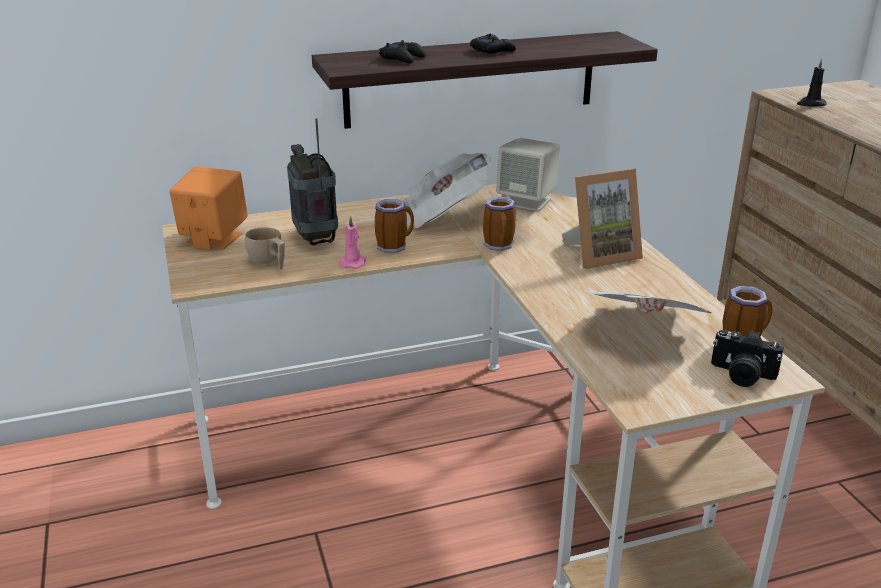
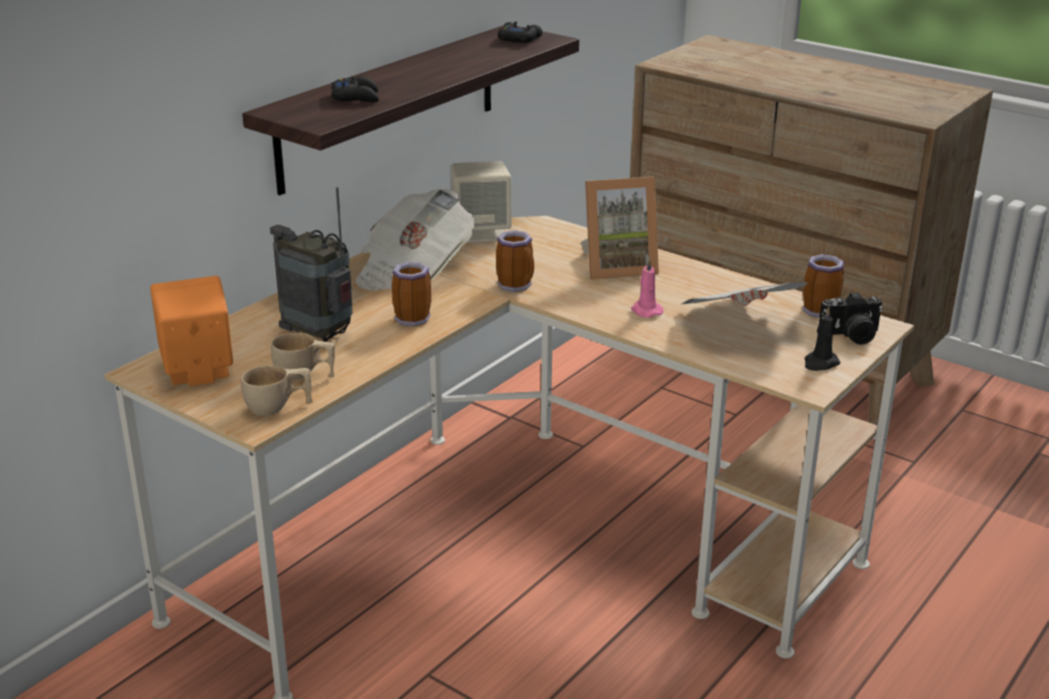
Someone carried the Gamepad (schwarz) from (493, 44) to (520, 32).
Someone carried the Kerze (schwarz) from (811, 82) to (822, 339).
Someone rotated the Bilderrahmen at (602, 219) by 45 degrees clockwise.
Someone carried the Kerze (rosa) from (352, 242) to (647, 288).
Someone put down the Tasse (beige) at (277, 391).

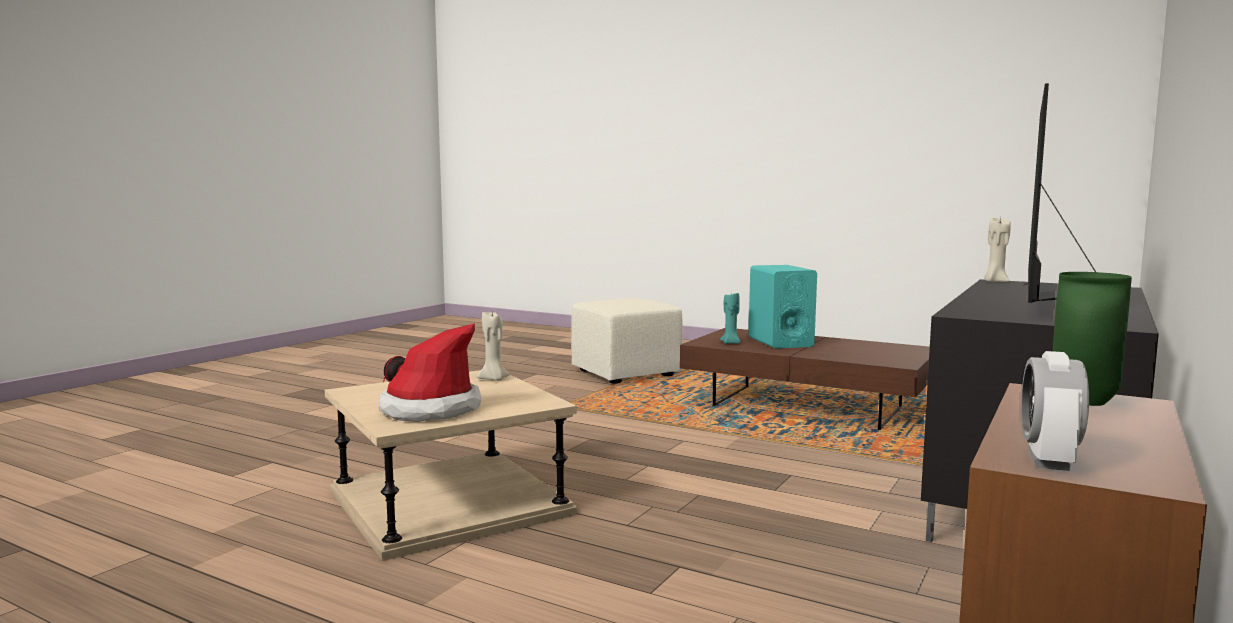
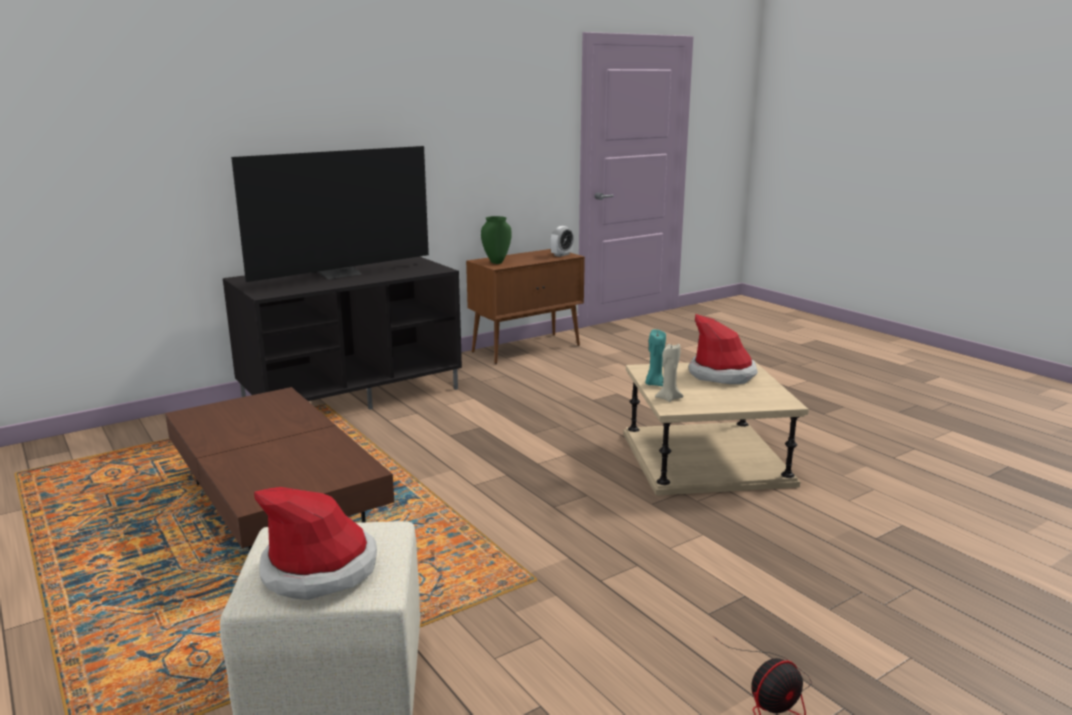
Someone took away the Kerze (beige) at (997, 249).
Someone took away the Lautsprecher (türkis) at (782, 306).
Someone carried the Kerze (türkis) from (730, 318) to (655, 357).
Someone put down the Hut at (315, 543).

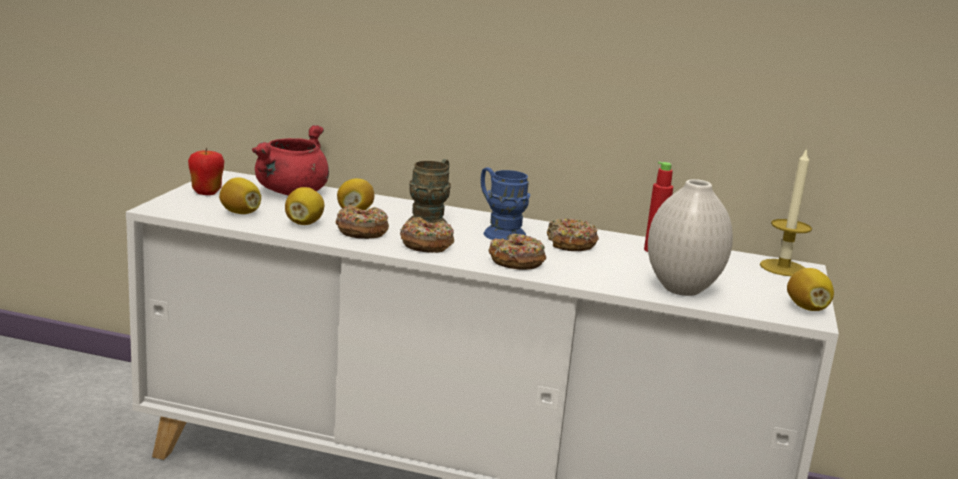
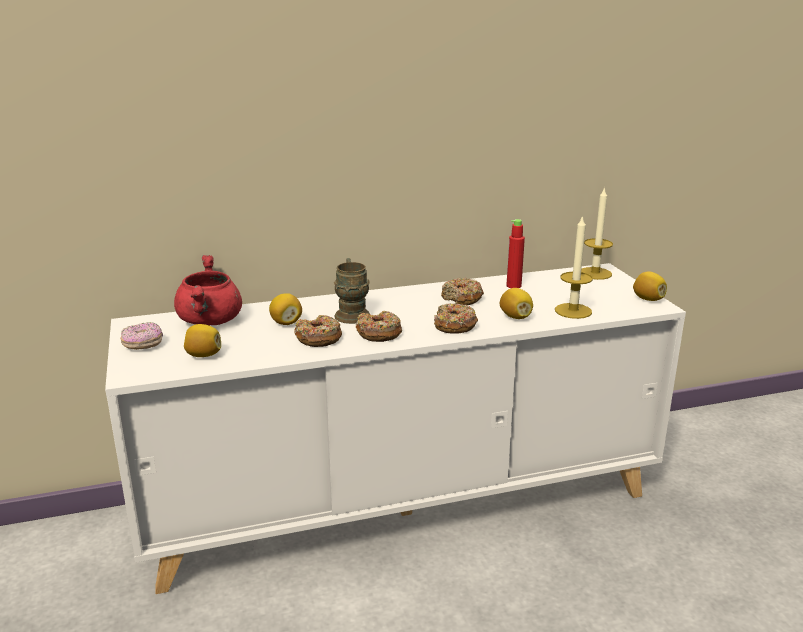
Someone swapped the Apfel at (206, 171) for the Donut at (141, 336).
Someone took away the Henkelbecher (blau) at (505, 203).
Someone swapped the Vase (weiß) at (690, 237) for the Kerze at (574, 267).
Someone carried the Zitrone from (304, 206) to (516, 303).

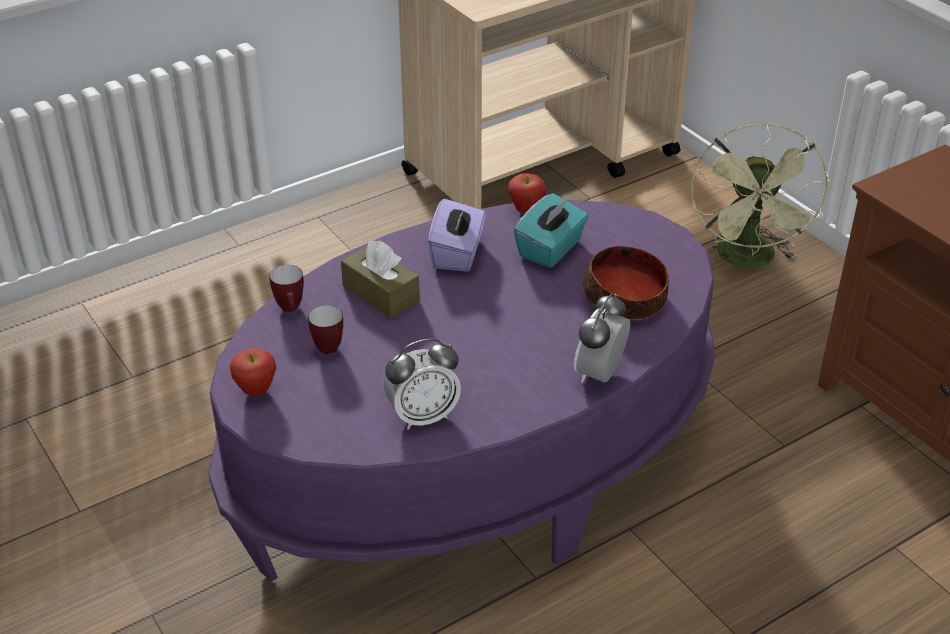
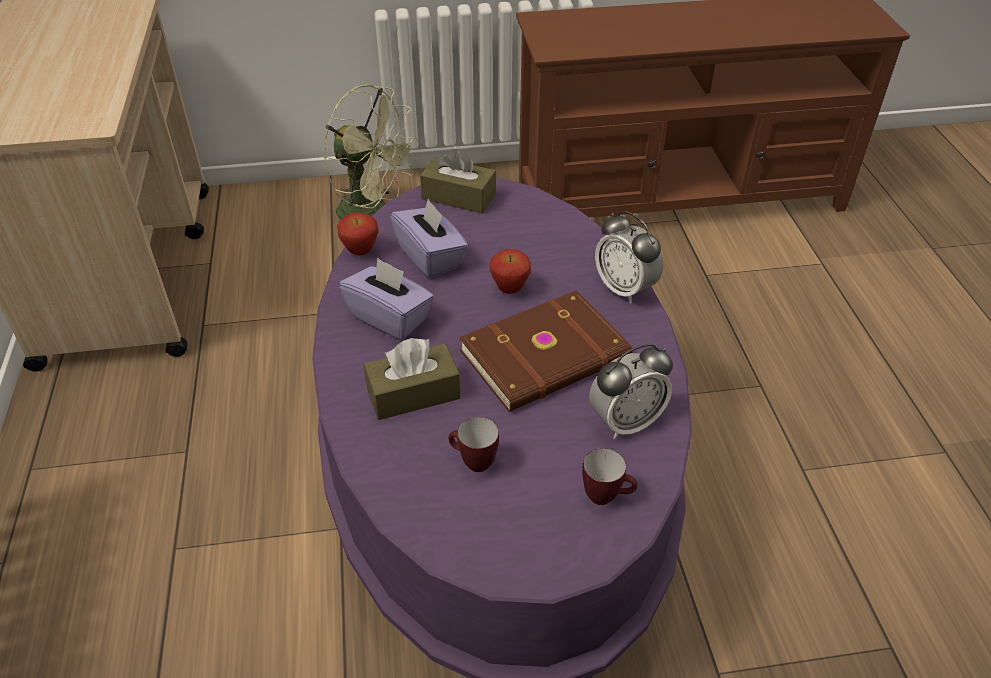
Someone repainted the Taschentuchbox (türkis) at (551, 230), which became the Taschentuchbox (lila) at (429, 238).
Someone took away the Schüssel at (626, 283).
Someone carried the Henkelbecher from (286, 288) to (609, 476).
Someone rotated the Wecker at (422, 384) by 60 degrees clockwise.
Someone carried the Apfel from (253, 372) to (510, 271).
Someone put down the Taschentuchbox (braun) at (458, 181).
Someone put down the Buch (braun) at (545, 351).

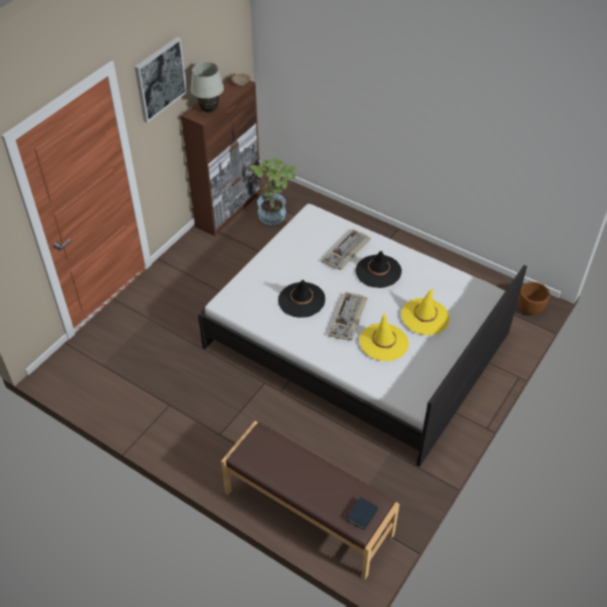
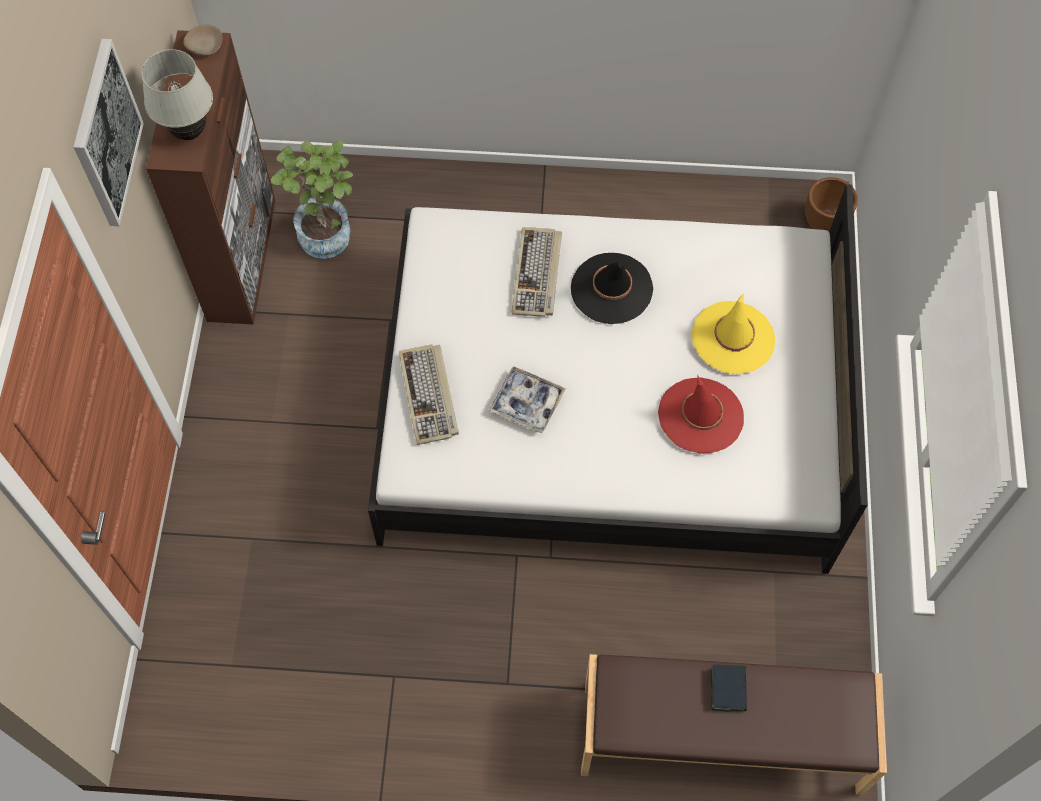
Someone swapped the Hut (schwarz) at (301, 299) for the Tablett at (527, 399).
Someone carried the Tastatur from (347, 316) to (429, 394).
Someone repainted the Hut (gelb) at (384, 336), which became the Hut (rot) at (701, 414).
Someone carried the Buch from (362, 513) to (729, 687).

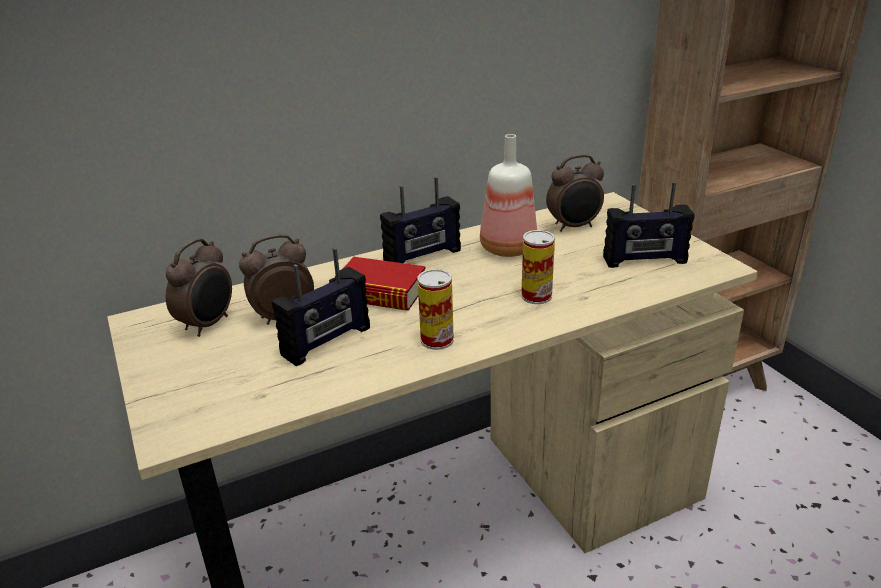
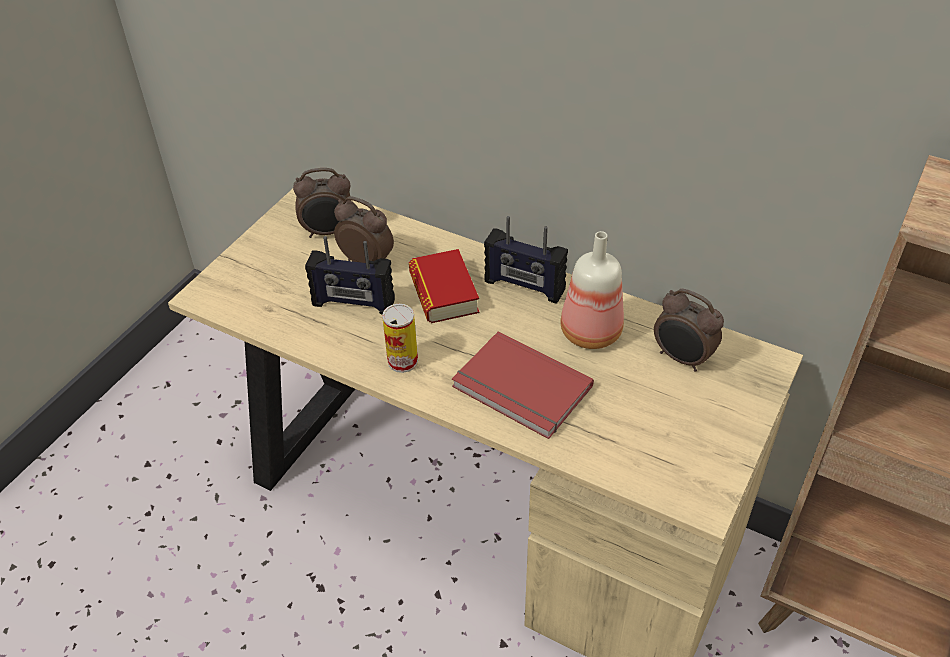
Someone took away the Radio at (648, 225).
Someone swapped the Dose at (538, 267) for the Buch (rot) at (523, 385).

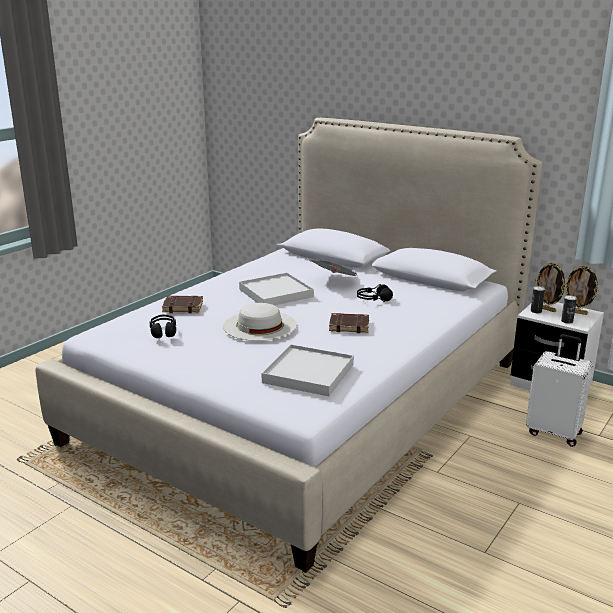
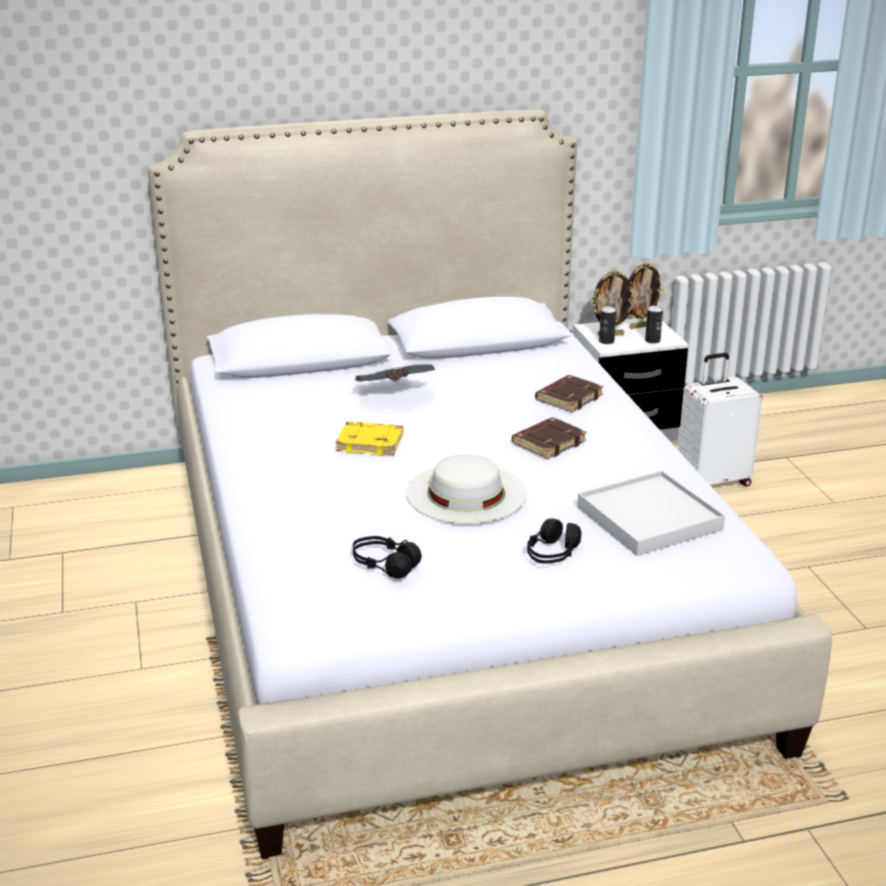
Someone swapped the Tablett (weiß) at (276, 289) for the Buch (gelb) at (370, 438).
Someone carried the Kopfhörer (schwarz) from (375, 293) to (554, 541).
Someone carried the Buch (braun) from (182, 304) to (569, 393).

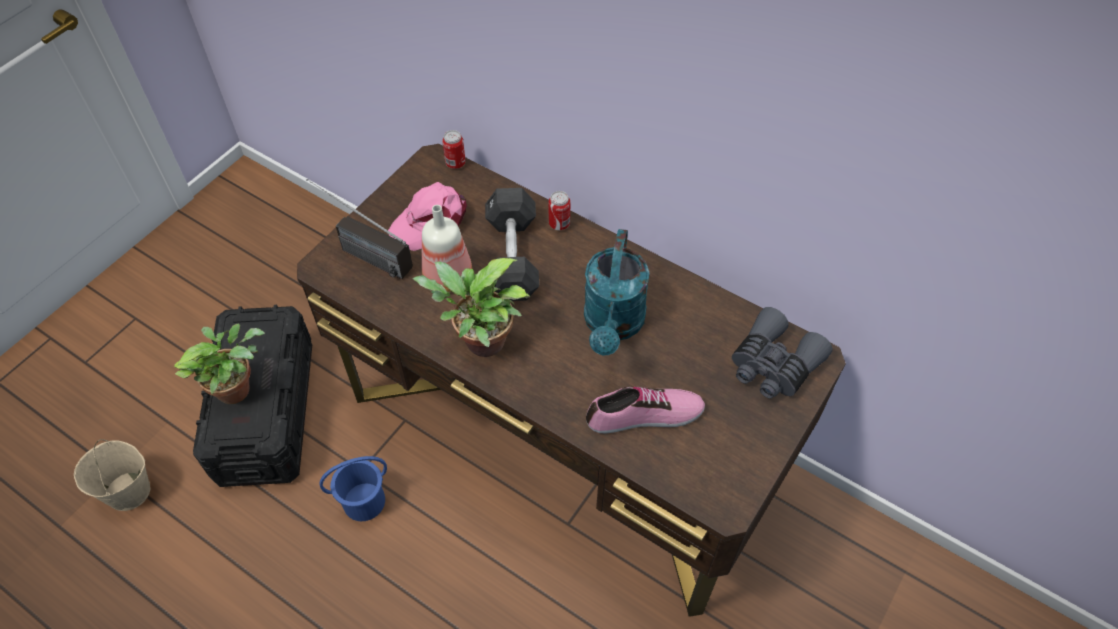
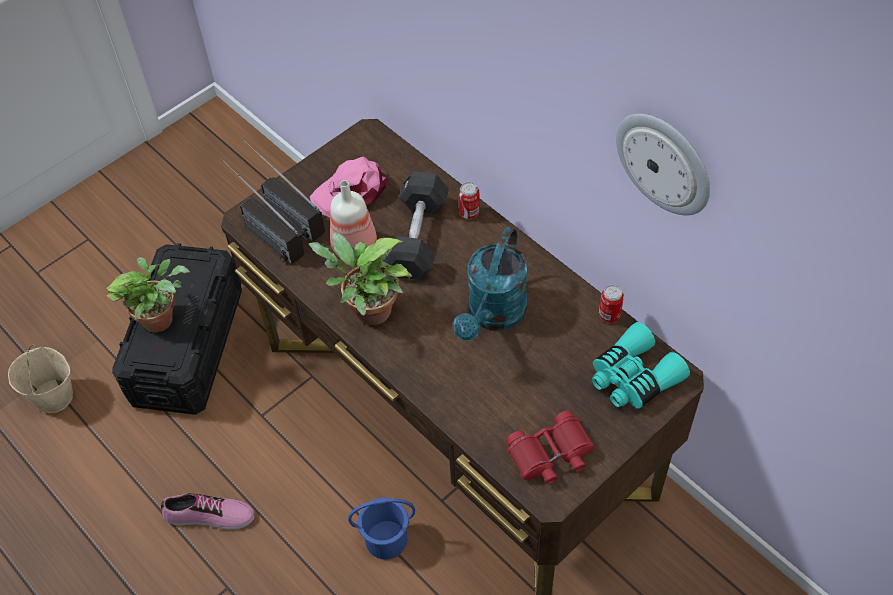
Someone carried the Dose from (454, 149) to (611, 304).
Someone repainted the Fernglas (grau) at (782, 353), which became the Fernglas (türkis) at (641, 365).
Someone carried the Schuh from (645, 409) to (207, 511).
Someone carried the Eimer (blau) from (353, 488) to (381, 529).
Someone put up the Wanduhr at (663, 164).
Someone put down the Radio at (262, 212).
Someone put down the Fernglas (rot) at (550, 447).

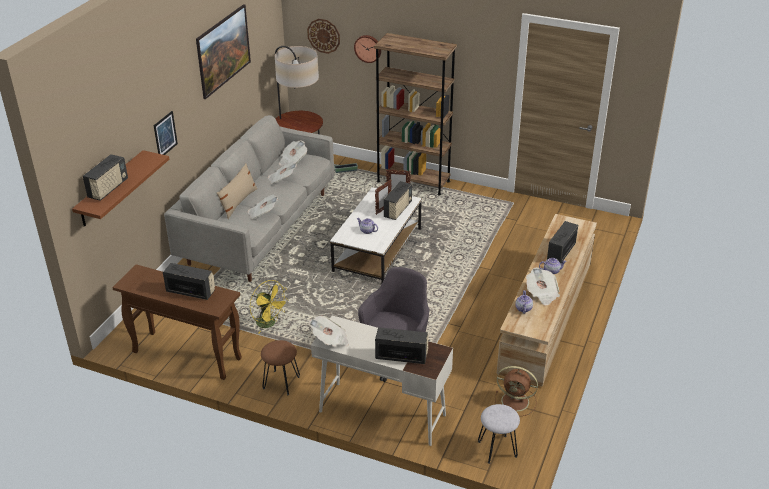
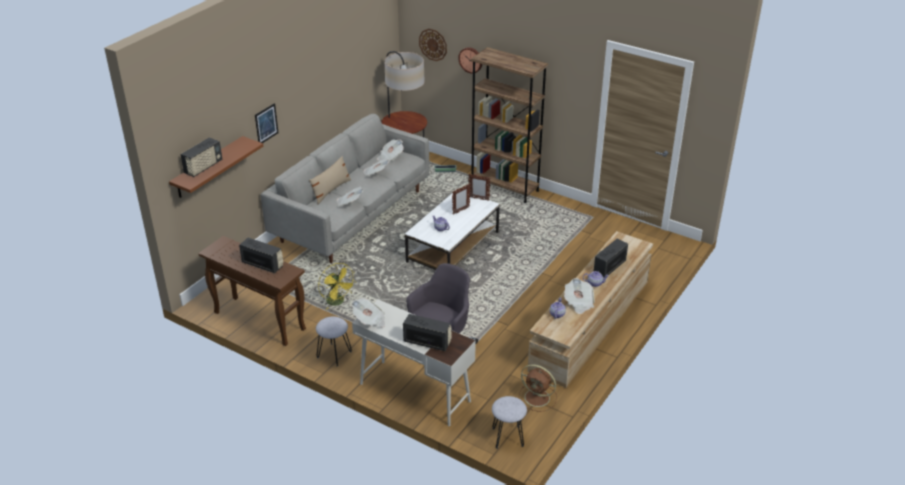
Someone took away the Bild at (223, 51).
Someone took away the Radio at (398, 200).
Someone repainted the Hocker (braun) at (280, 367), which became the Hocker (grau) at (334, 341).

